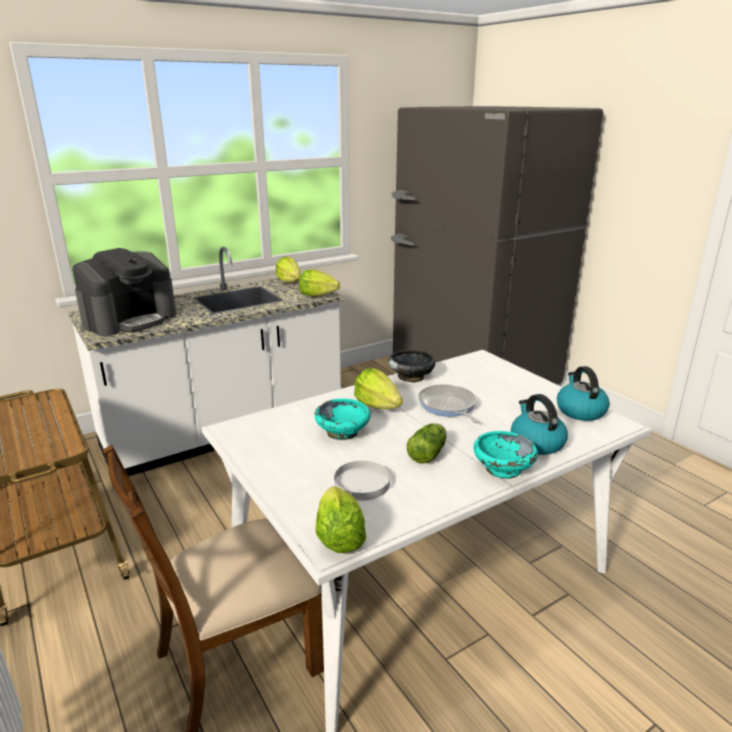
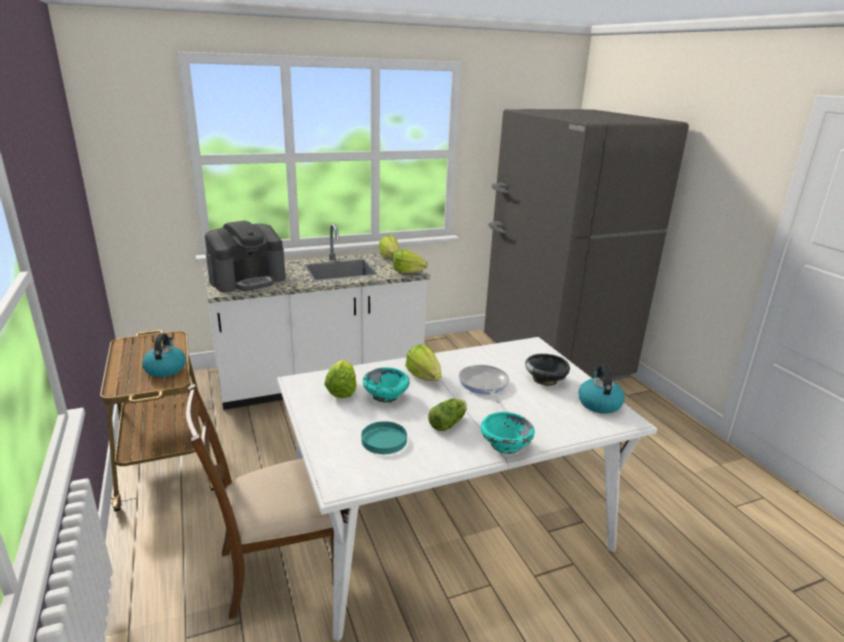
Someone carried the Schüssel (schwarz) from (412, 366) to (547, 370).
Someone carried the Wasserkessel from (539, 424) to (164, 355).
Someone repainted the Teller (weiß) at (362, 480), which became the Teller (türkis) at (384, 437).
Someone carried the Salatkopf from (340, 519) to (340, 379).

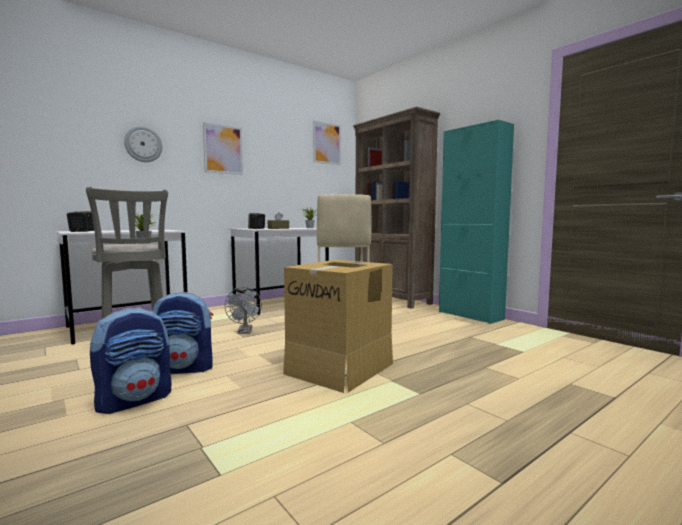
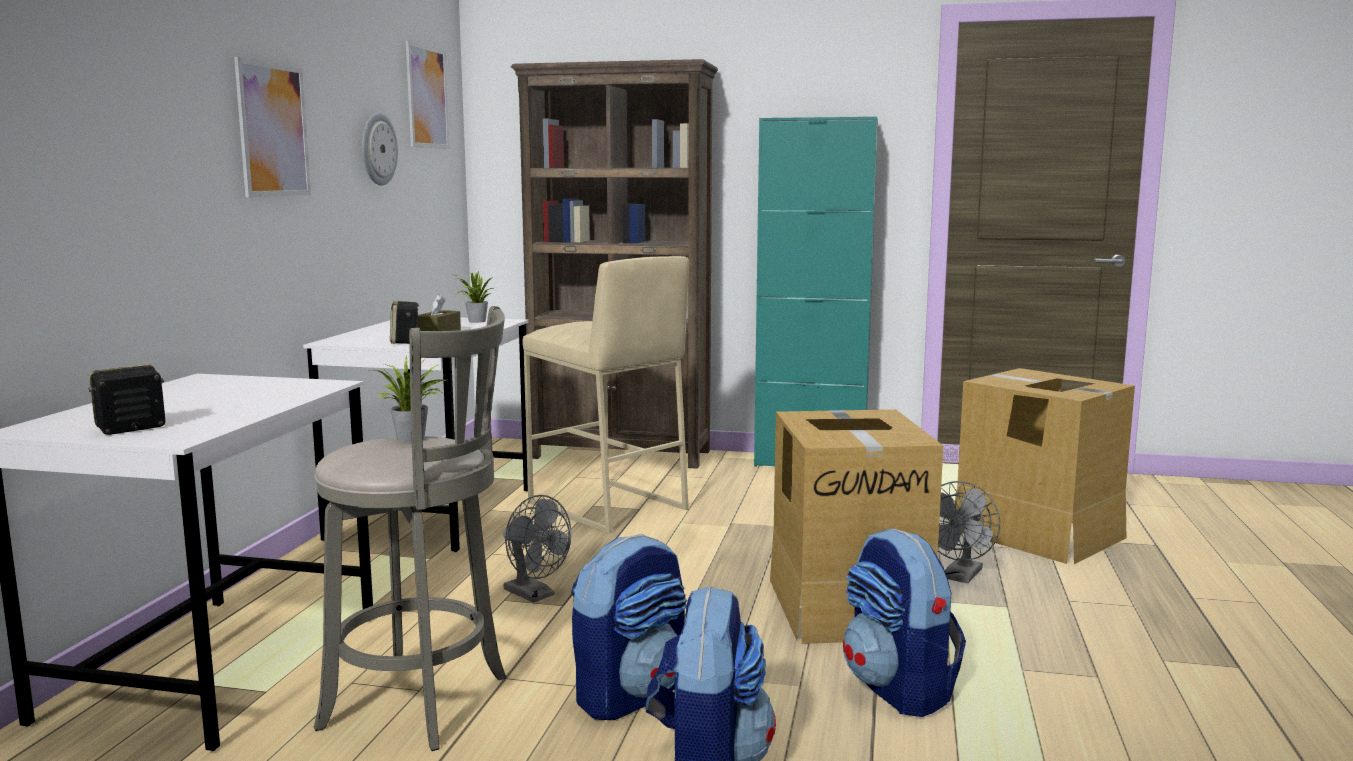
Someone carried the Wanduhr from (143, 144) to (380, 149).
Someone put down the Karton at (1045, 466).
Someone put down the Ventilator (grau) at (969, 532).
Someone put down the Rucksack at (904, 623).

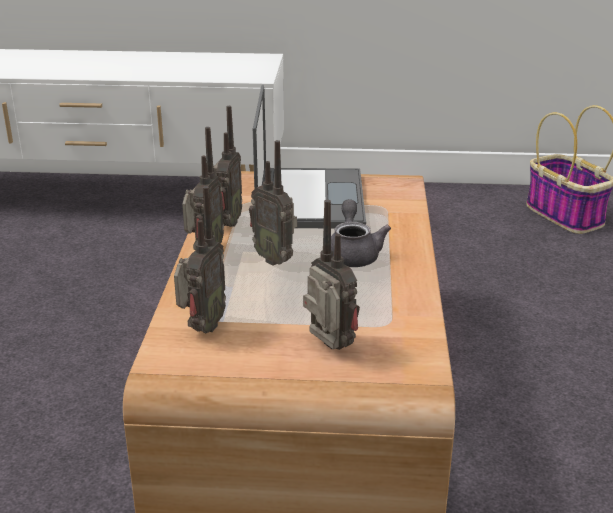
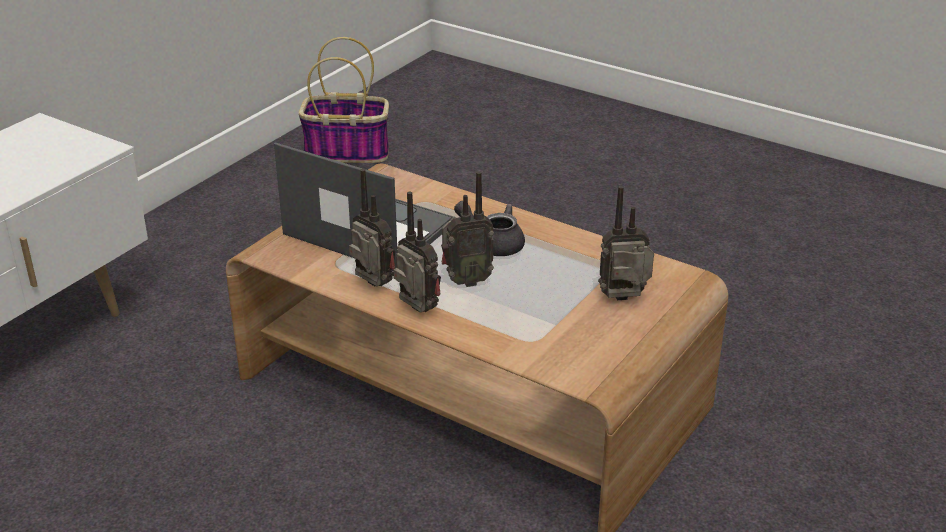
Someone took away the Radio at (200, 260).

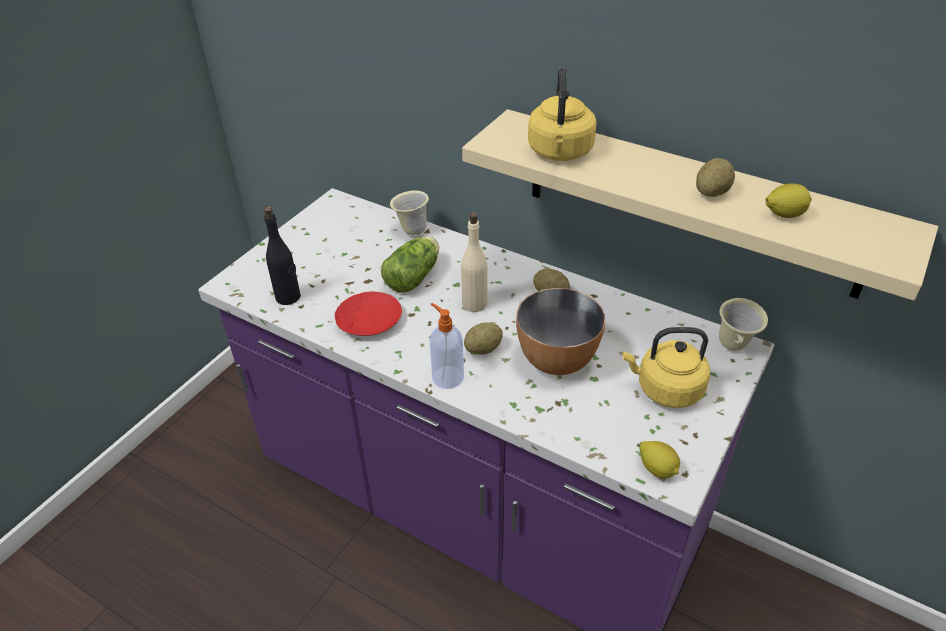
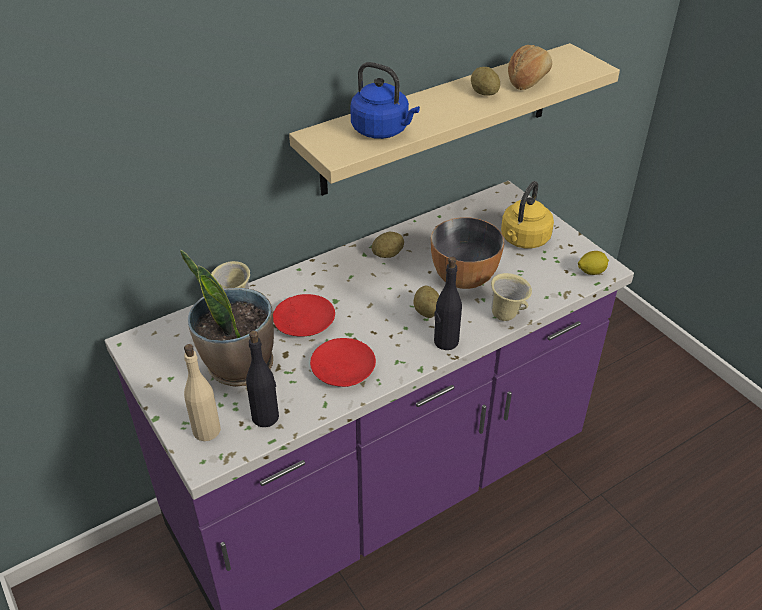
Someone repainted the Wasserkessel (gelb) at (562, 114), which became the Wasserkessel (blau) at (385, 100).
Someone swapped the Zitrone at (788, 200) for the Brot at (530, 67).
Someone carried the Flasche (beige) from (474, 262) to (202, 392).
Someone swapped the Salatkopf at (410, 265) for the Teller (rot) at (304, 315).
Someone carried the Henkelbecher (beige) from (743, 324) to (511, 297).
Someone swapped the Seifenspender at (446, 346) for the Flasche (schwarz) at (448, 303).
Someone put down the Topfpflanze at (227, 318).

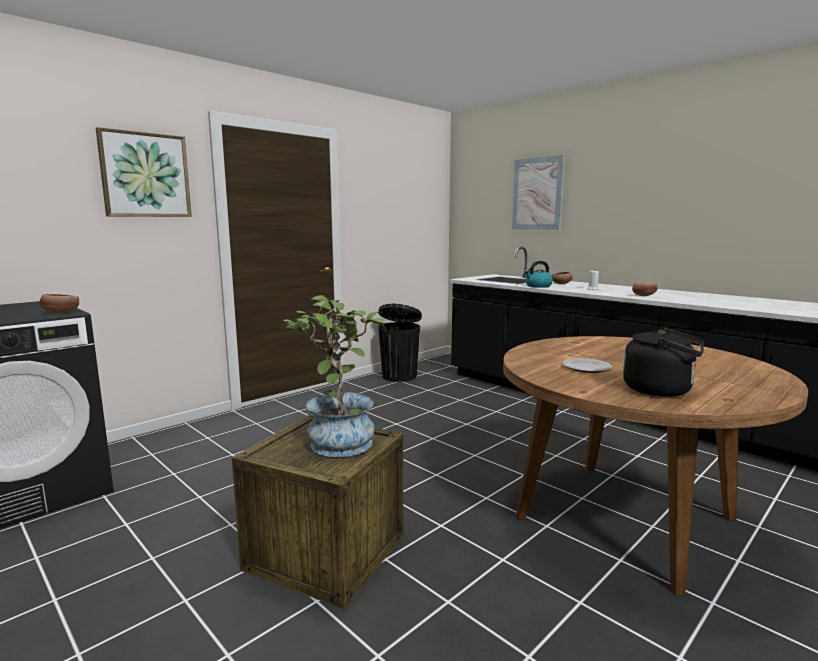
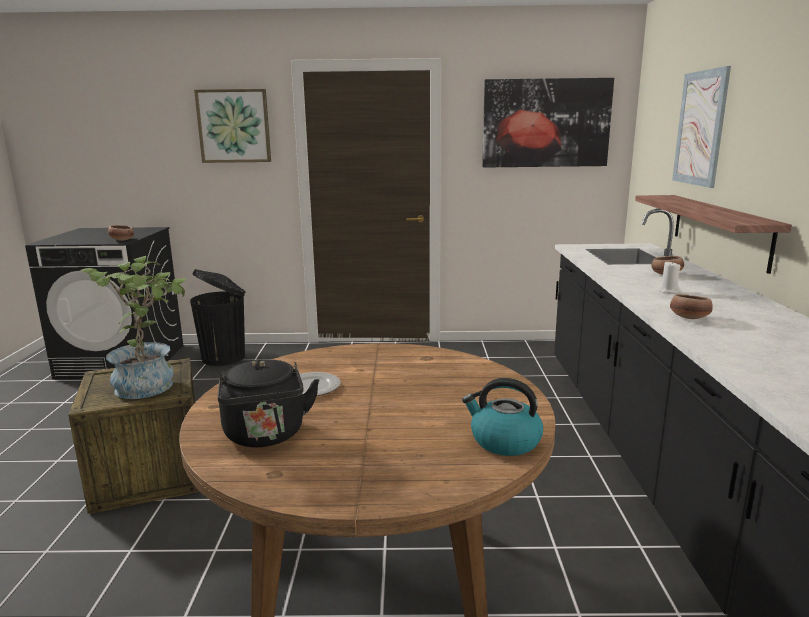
Someone carried the Wasserkessel from (539, 274) to (502, 417).
Someone carried the Mülleimer (schwarz) from (400, 343) to (217, 317).
Someone put up the Bild at (548, 123).
Someone put up the Wandregal at (713, 234).

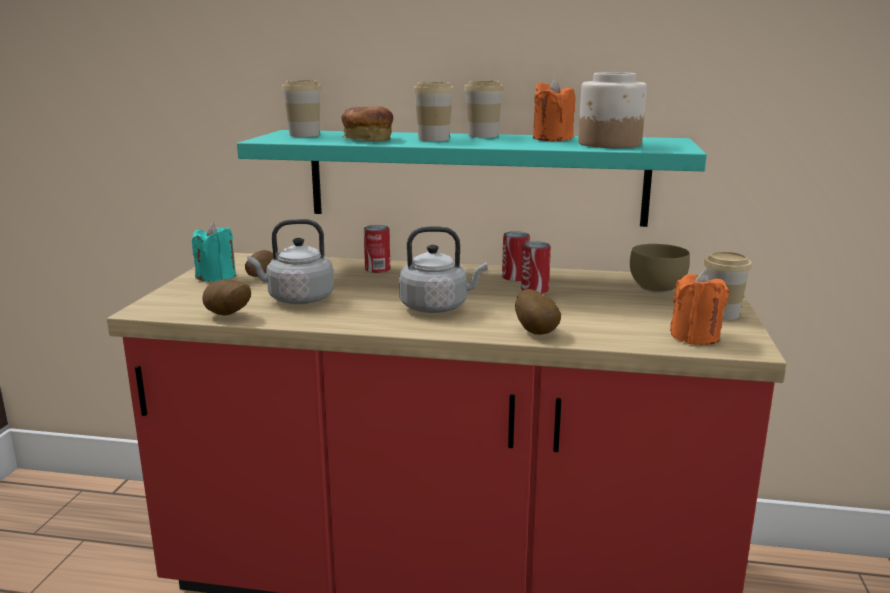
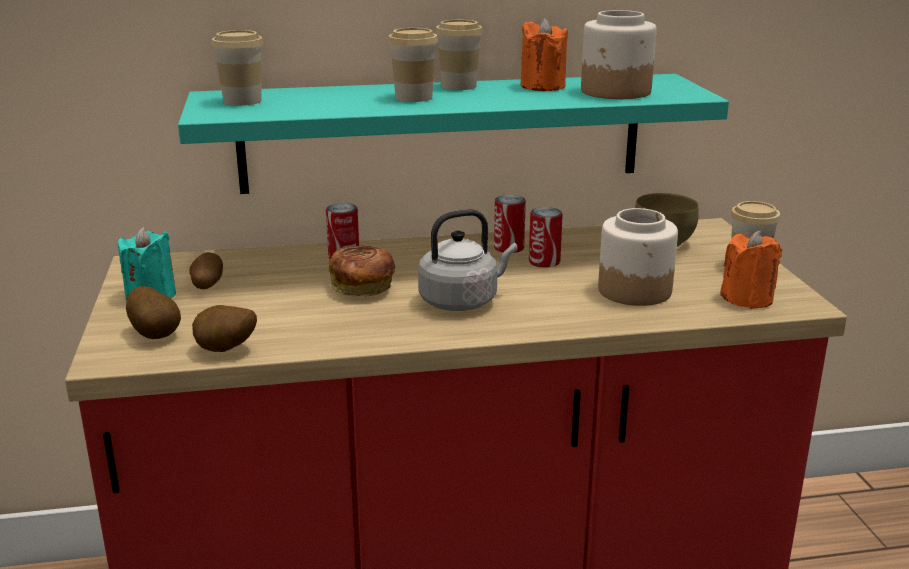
Someone carried the Brot from (367, 123) to (362, 271).
Someone took away the Wasserkessel (grau) at (290, 261).
Someone carried the Kartoffel from (538, 312) to (153, 312).
Someone put down the Vorratsglas at (638, 257).

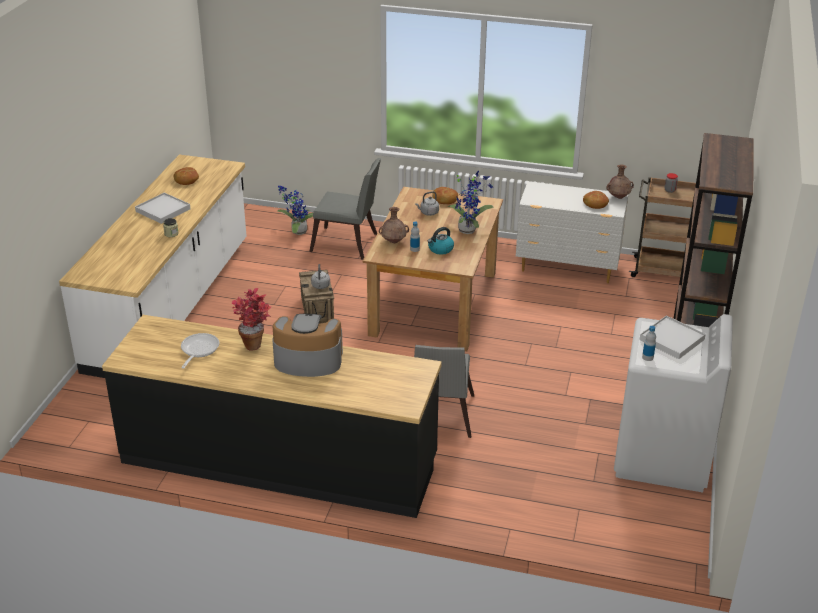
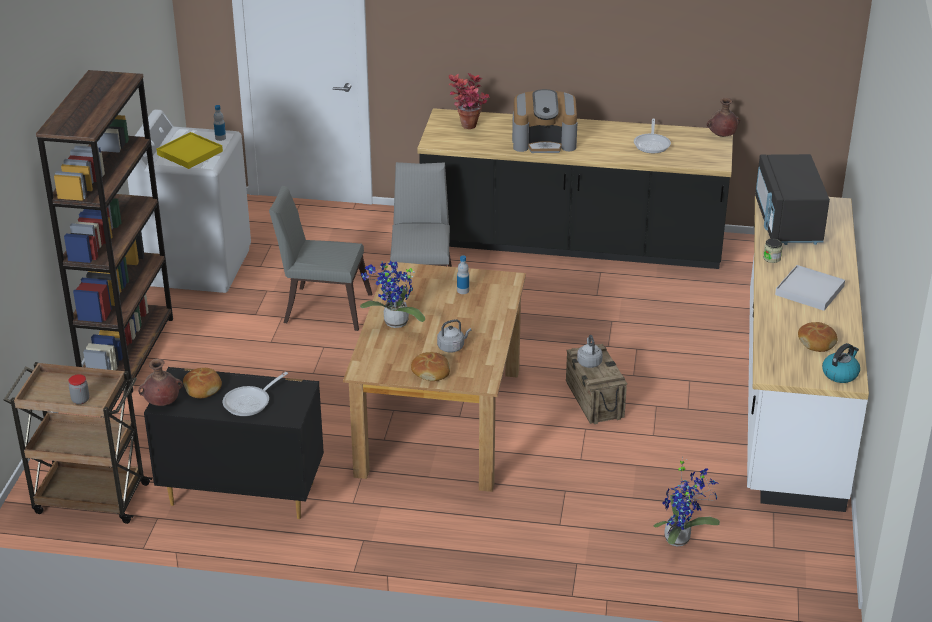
Someone carried the Stuhl (grau) from (345, 208) to (320, 258).
Someone repainted the Kommode (weiß) at (572, 232), which became the Kommode (schwarz) at (234, 443).
Someone carried the Vase (braun) from (394, 225) to (723, 117).
Someone carried the Wasserkessel from (441, 241) to (841, 363).
Someone carried the Topfpflanze from (251, 319) to (469, 101).
Someone repainted the Tablett (weiß) at (672, 337), which became the Tablett (gelb) at (190, 150).
Someone put down the Mikrowelle (schwarz) at (792, 199).
Someone put down the Pfanne at (255, 394).

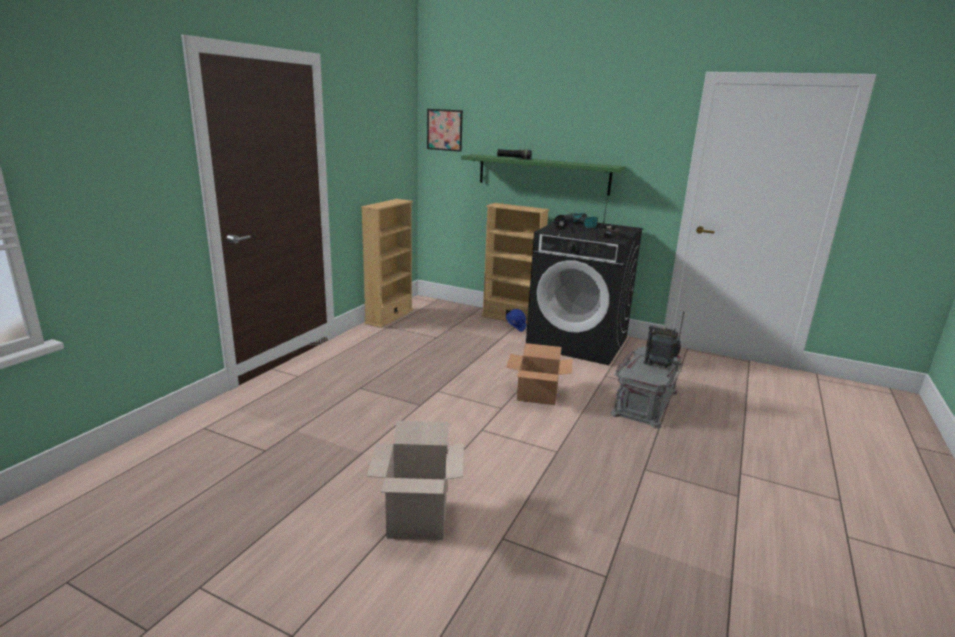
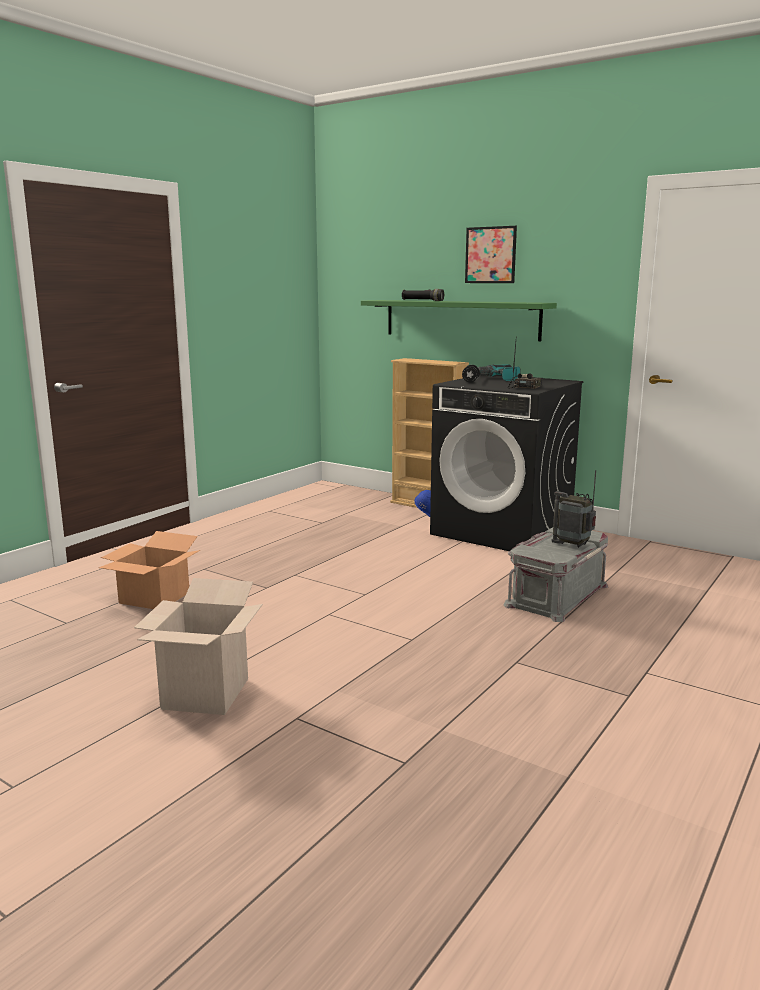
Someone carried the Bild from (445, 130) to (491, 254).
Someone took away the Bücherregal (beige) at (387, 263).
Someone carried the Karton from (539, 374) to (149, 570).

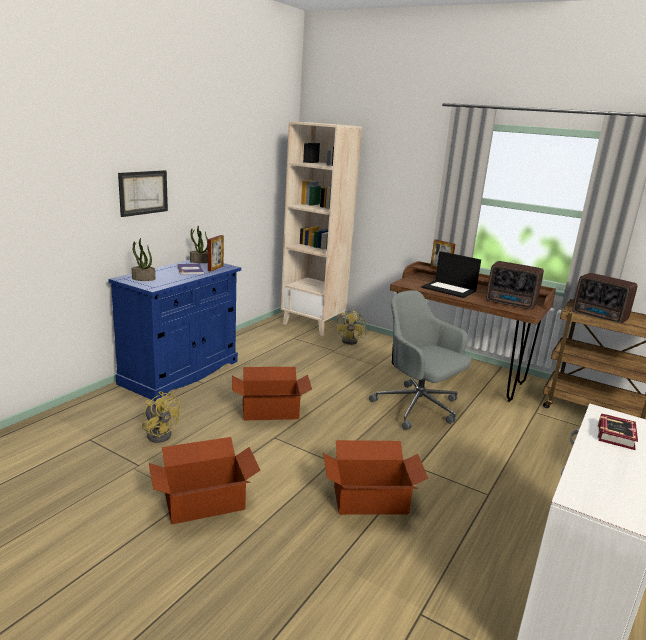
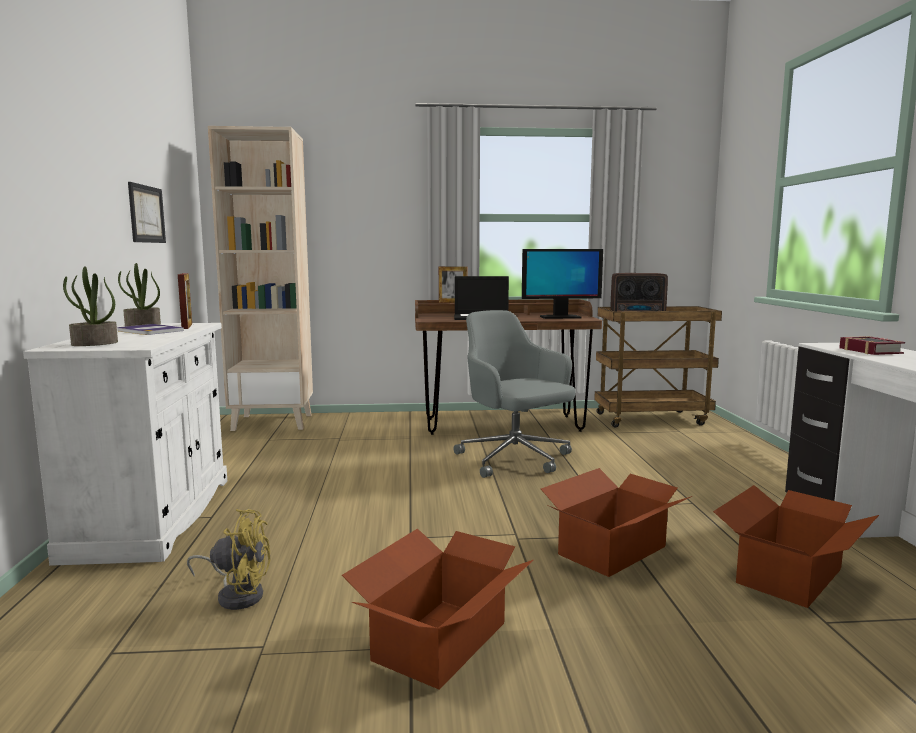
Someone carried the Bild from (143, 193) to (147, 212).
Someone repainted the Schrank (blau) at (174, 330), which became the Schrank (weiß) at (125, 444).
Someone swapped the Radio at (515, 285) for the Monitor at (562, 284).
Someone rotated the Bürostuhl (grau) at (420, 360) by 45 degrees clockwise.
Someone took away the Ventilator (gelb) at (351, 327).
Someone carried the Karton from (272, 393) to (796, 546).

